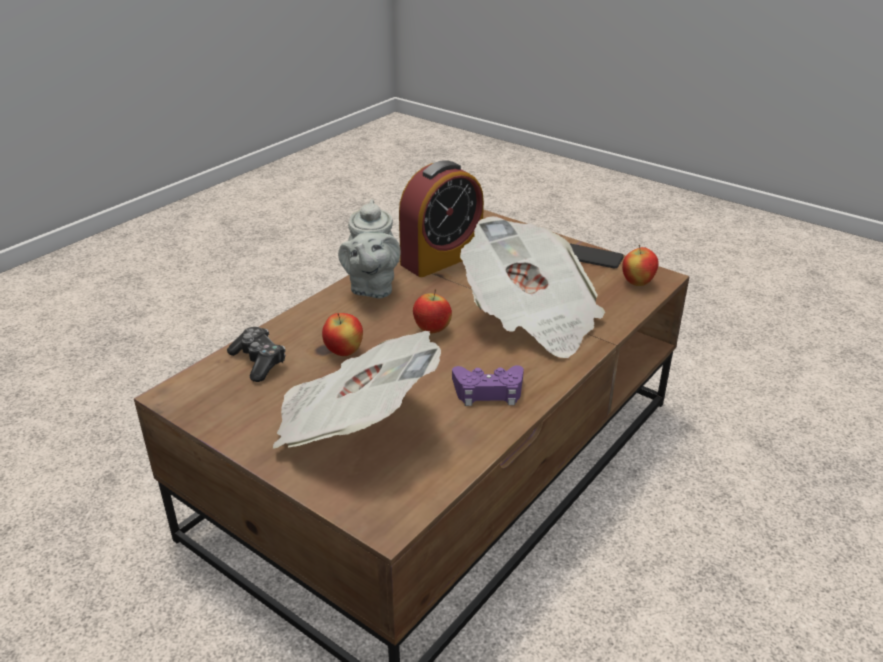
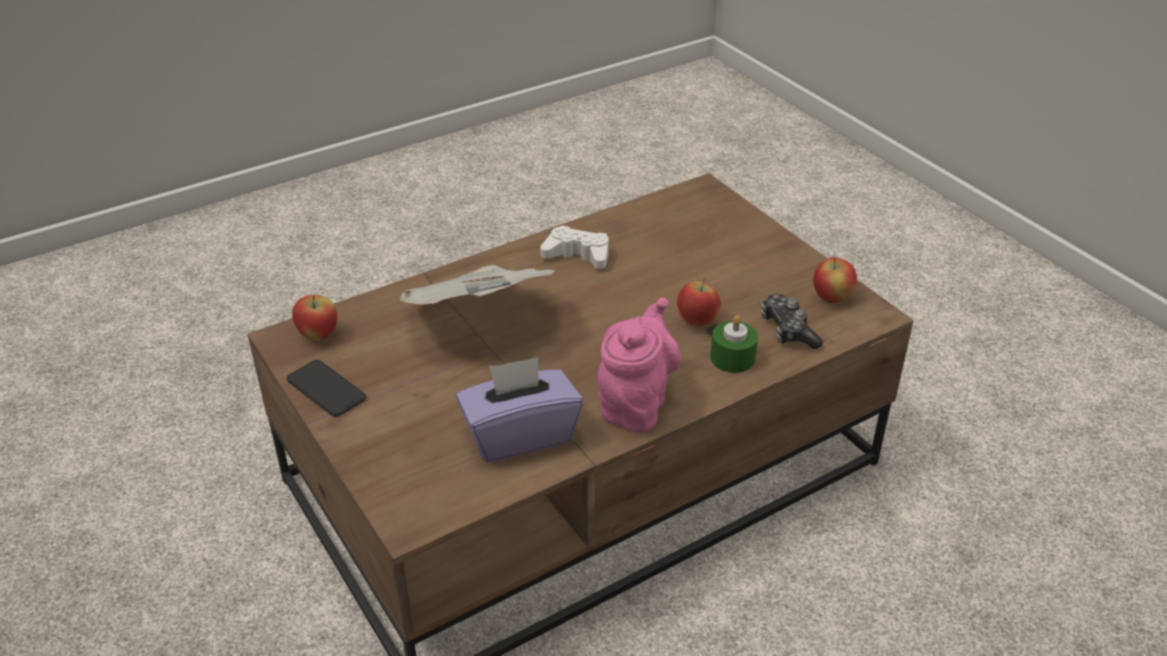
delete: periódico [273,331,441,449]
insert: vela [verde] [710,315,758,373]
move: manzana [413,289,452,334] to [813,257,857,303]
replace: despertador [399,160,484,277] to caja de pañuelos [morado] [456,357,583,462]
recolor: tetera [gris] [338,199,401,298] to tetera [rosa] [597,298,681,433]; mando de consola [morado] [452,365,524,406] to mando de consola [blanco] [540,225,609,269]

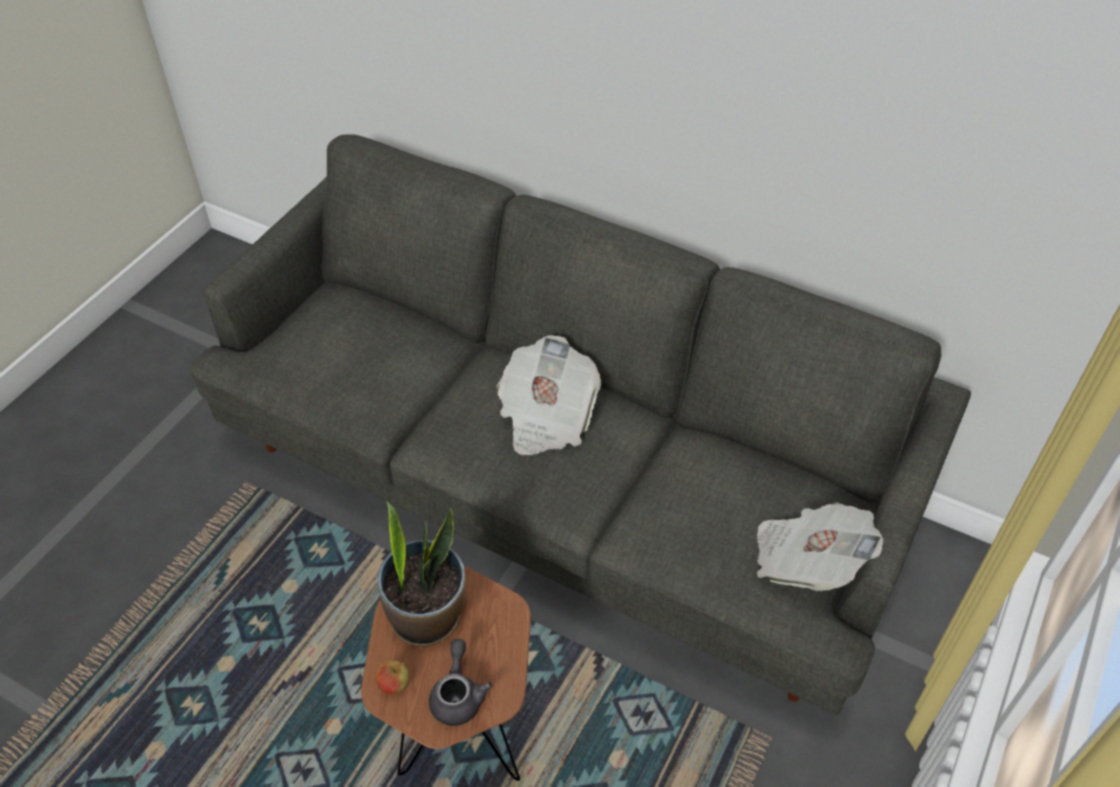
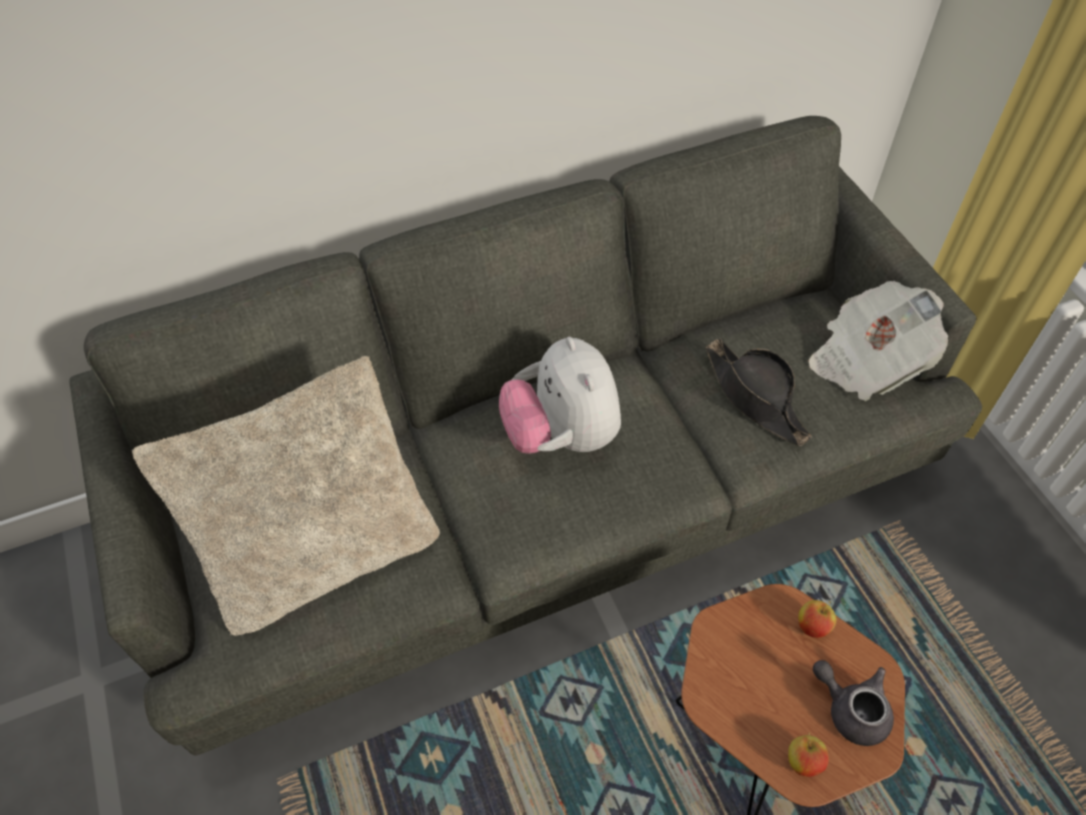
delete: planta en maceta [378,501,465,647]
insert: cojín [beis] [132,355,440,636]; sombrero [negro] [706,339,812,446]; manzana [798,600,836,638]
replace: periódico [497,335,601,455] to peluche [499,337,621,454]

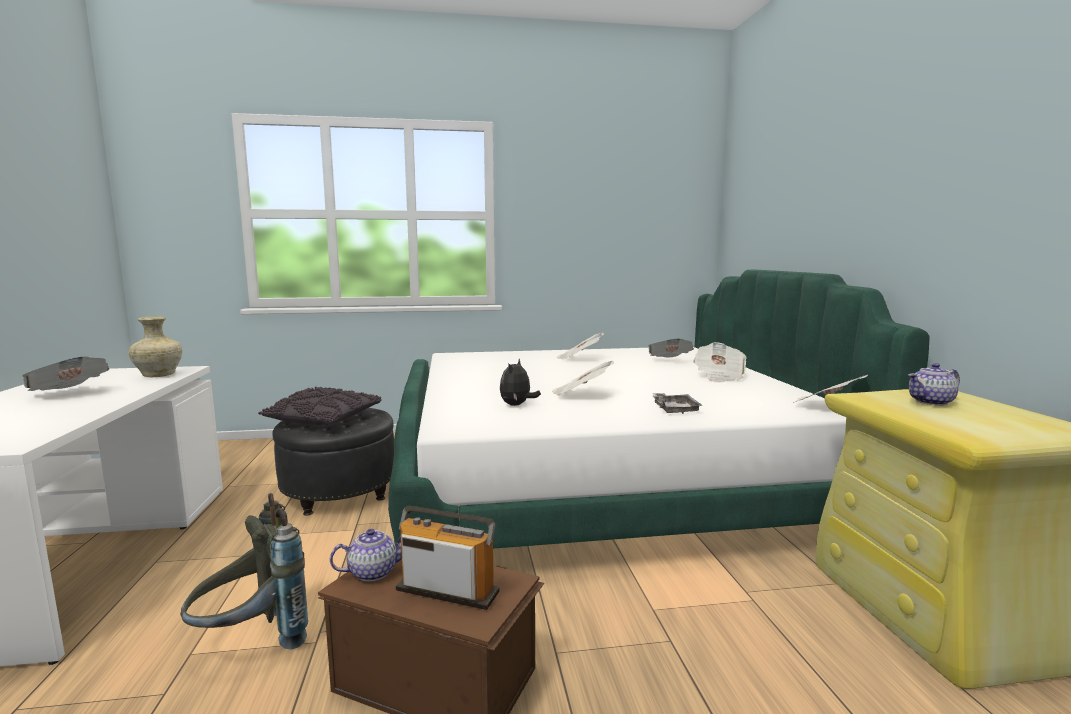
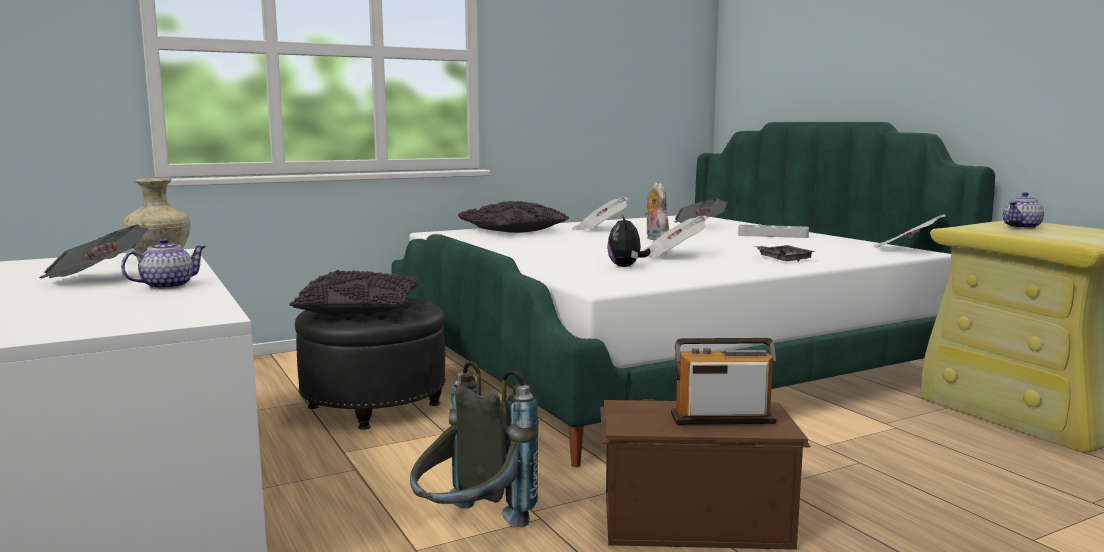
insert: cojín [negro] [458,201,569,233]; peluche [644,183,669,240]
move: tetera [330,529,402,582] to [121,238,207,289]
replace: periódico [693,342,747,383] to bandeja [gris] [738,225,809,238]

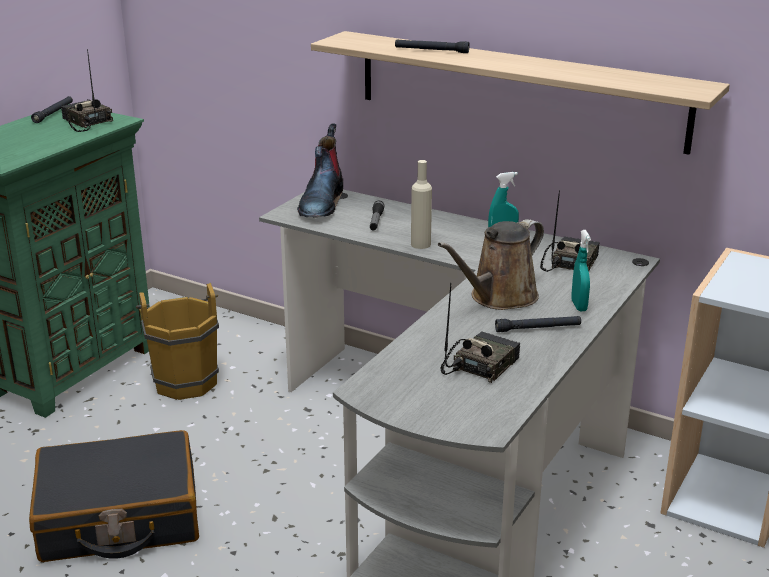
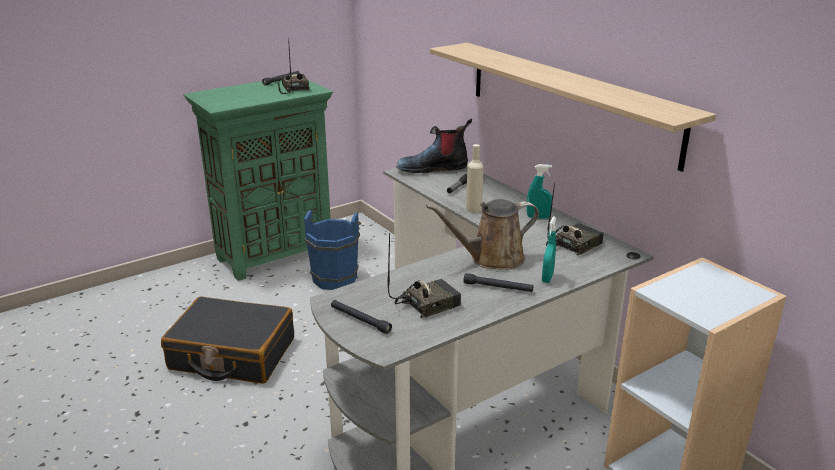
move: linterna [negro] [395,39,470,53] to [331,300,392,334]
recolor: cubo [marrón] [136,283,219,400] to cubo [azul] [304,210,361,290]
rotate: bota [297,124,343,218] = [396,119,472,173] 45 degrees clockwise

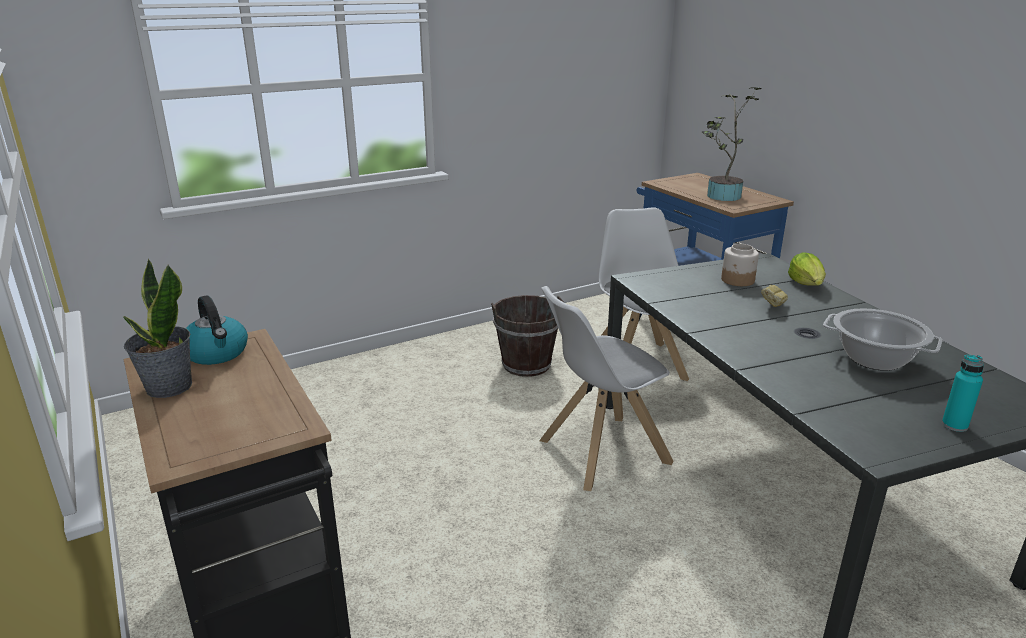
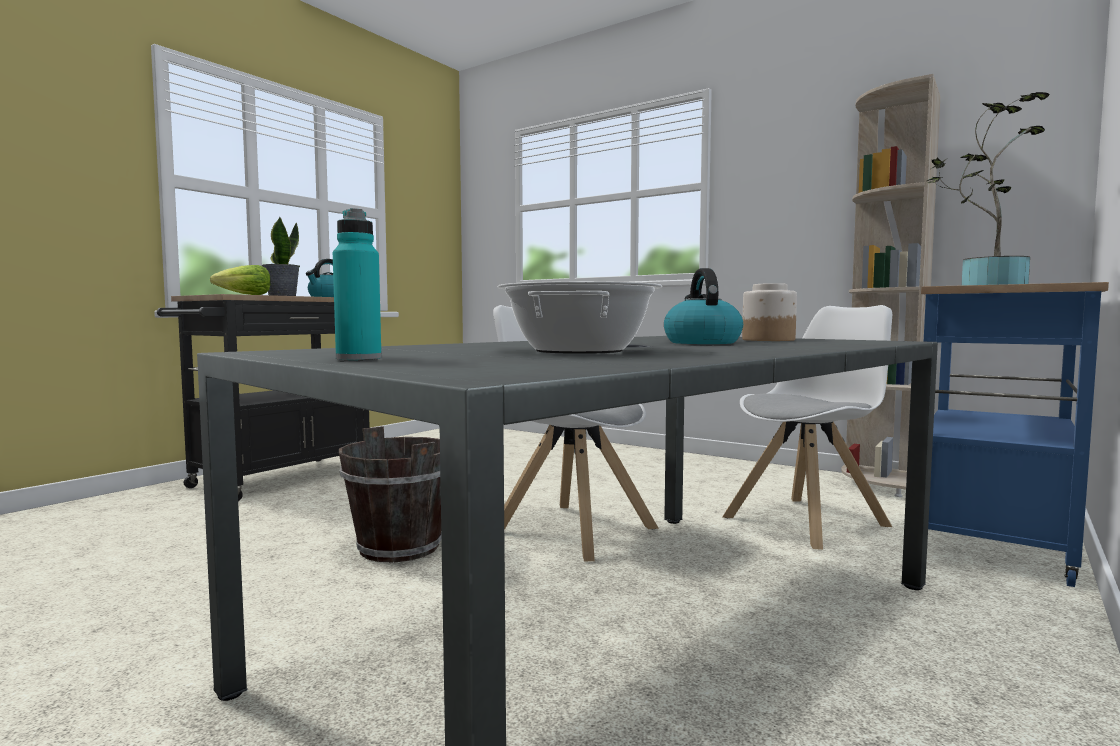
insert: estantería [beis] [841,74,940,497]
move: cubo [marrón] [491,295,563,377] to [339,426,441,562]; lechuga [788,252,826,286] to [210,265,271,295]
replace: pan [761,285,788,307] to hervidor [664,268,743,344]

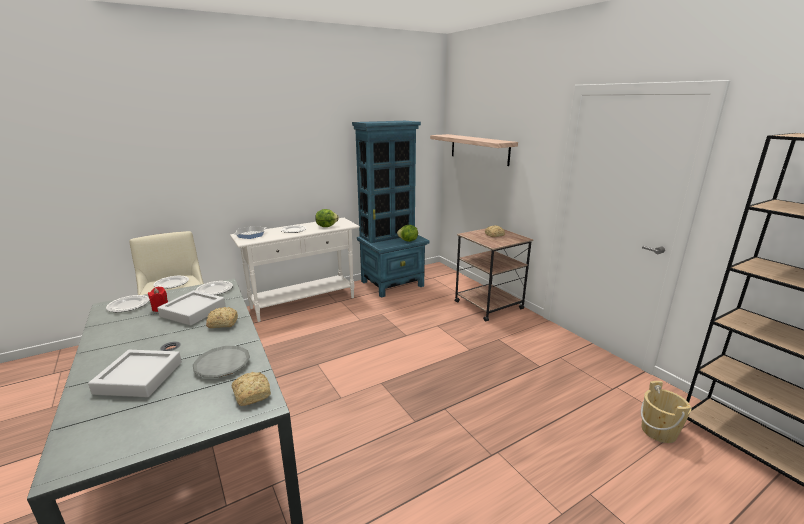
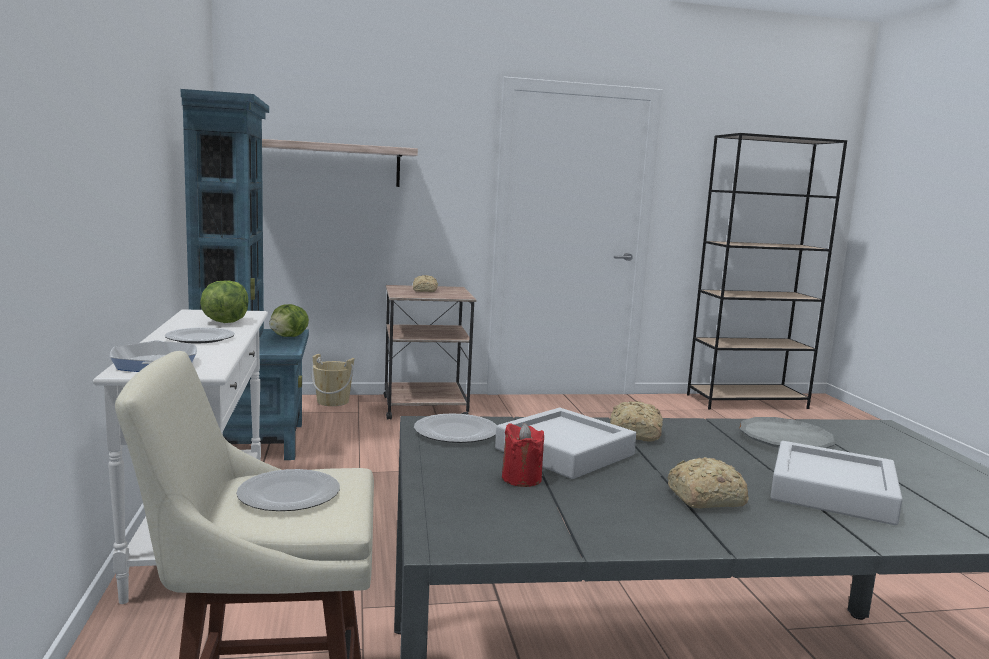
delete: plato [106,295,150,312]
move: pan [232,372,271,406] to [668,457,749,508]; cubo [beis] [641,381,691,443] to [312,354,355,406]

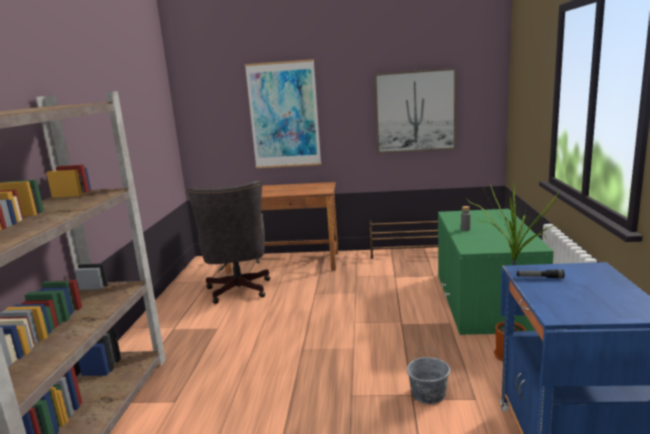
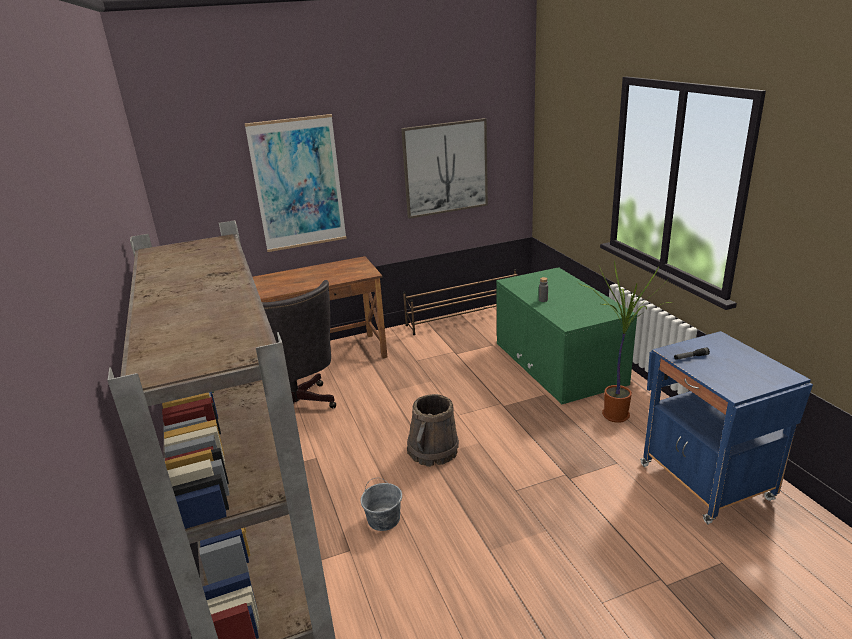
insert: cubo [marrón] [407,394,459,467]
move: cubo [gris] [407,347,450,404] to [361,478,402,531]

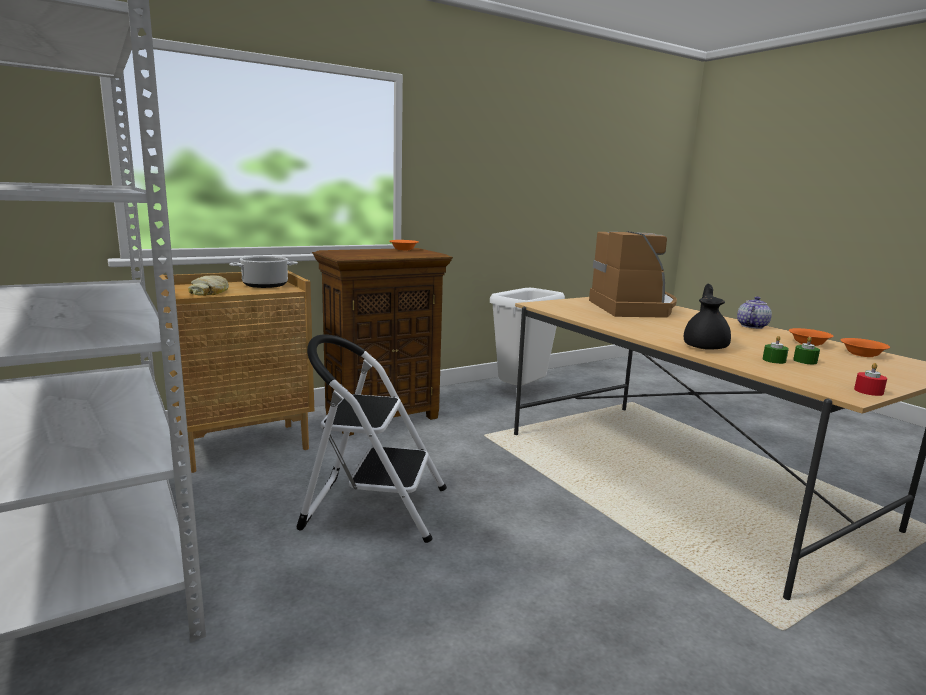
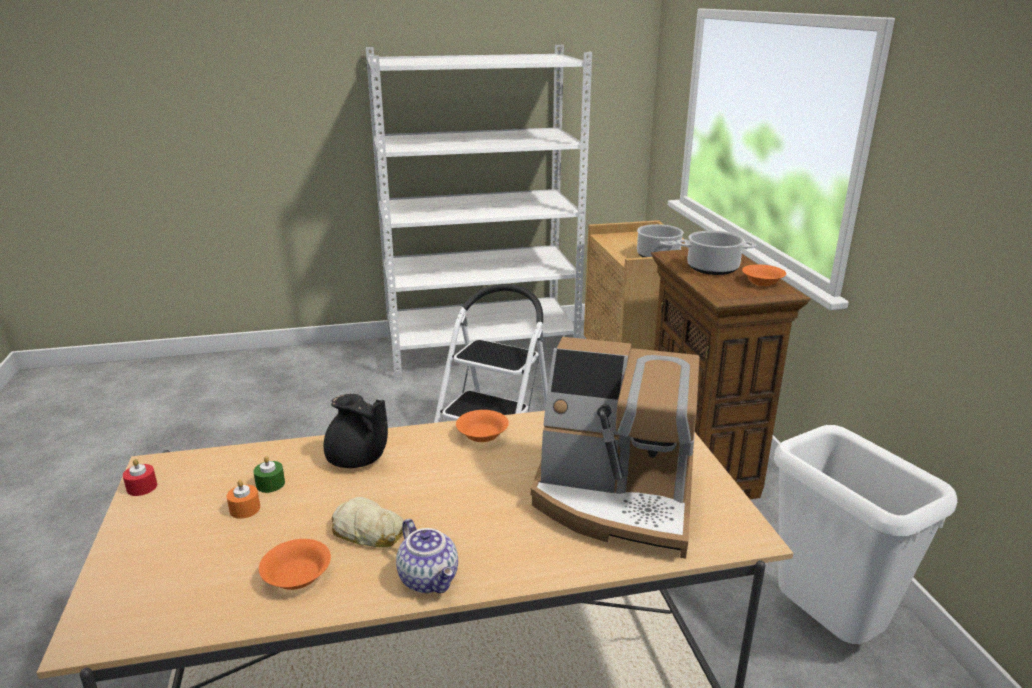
insert: olla [676,231,756,275]
move: pan [188,276,229,296] to [332,497,404,547]; cuenco [naranja] [841,338,890,357] to [456,410,509,442]
recolor: vela [verde] [793,337,820,364] to vela [naranja] [227,480,260,519]

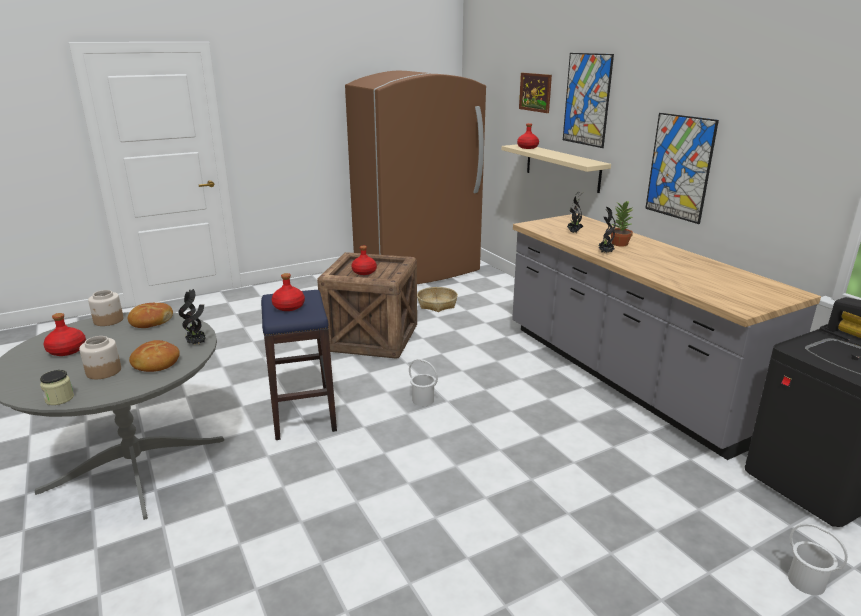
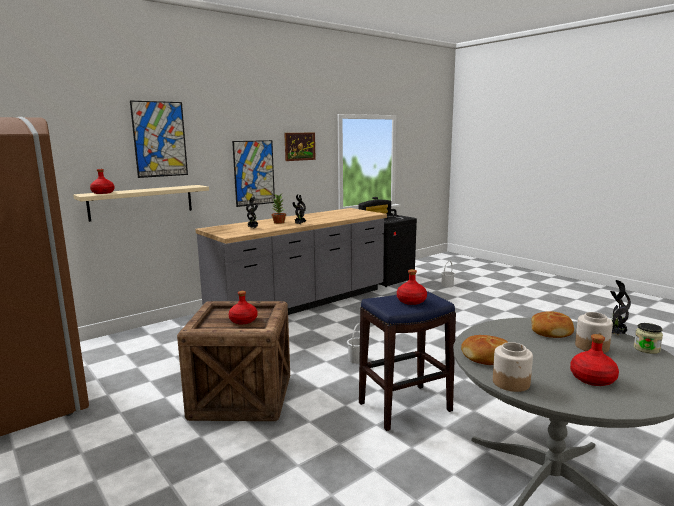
delete: cesta [417,287,458,312]
move: planta en maceta [178,289,206,345] to [610,280,631,335]; cuadro [519,73,552,113] to [284,133,316,161]

